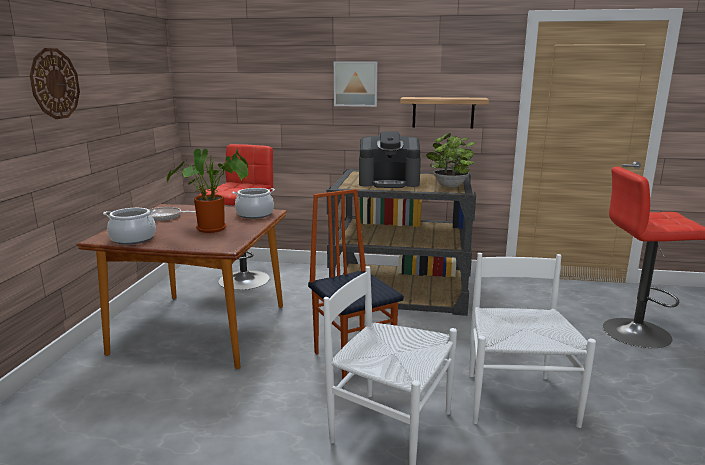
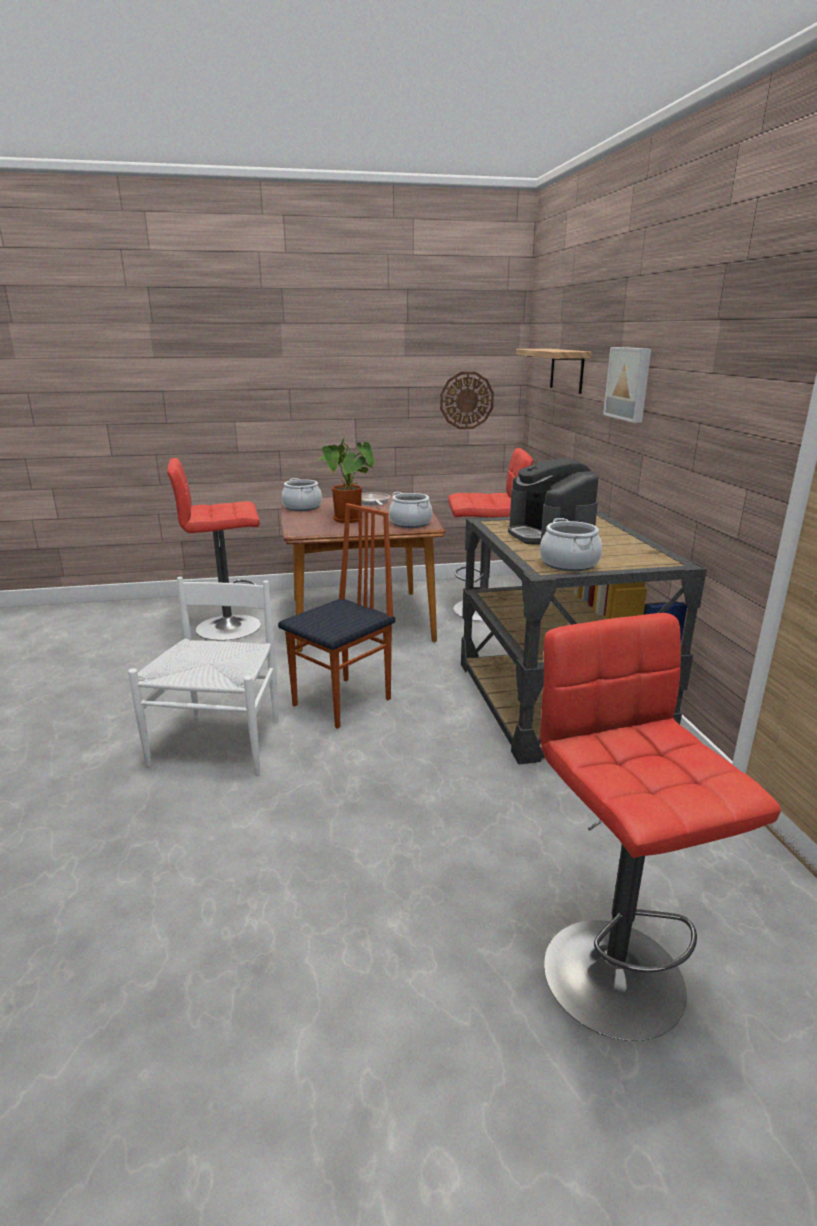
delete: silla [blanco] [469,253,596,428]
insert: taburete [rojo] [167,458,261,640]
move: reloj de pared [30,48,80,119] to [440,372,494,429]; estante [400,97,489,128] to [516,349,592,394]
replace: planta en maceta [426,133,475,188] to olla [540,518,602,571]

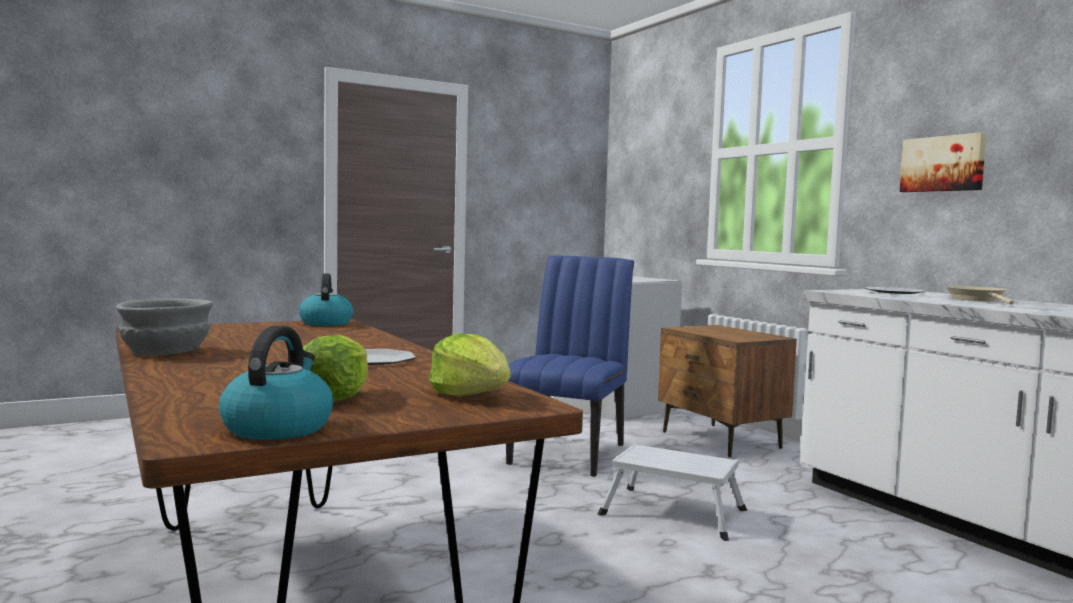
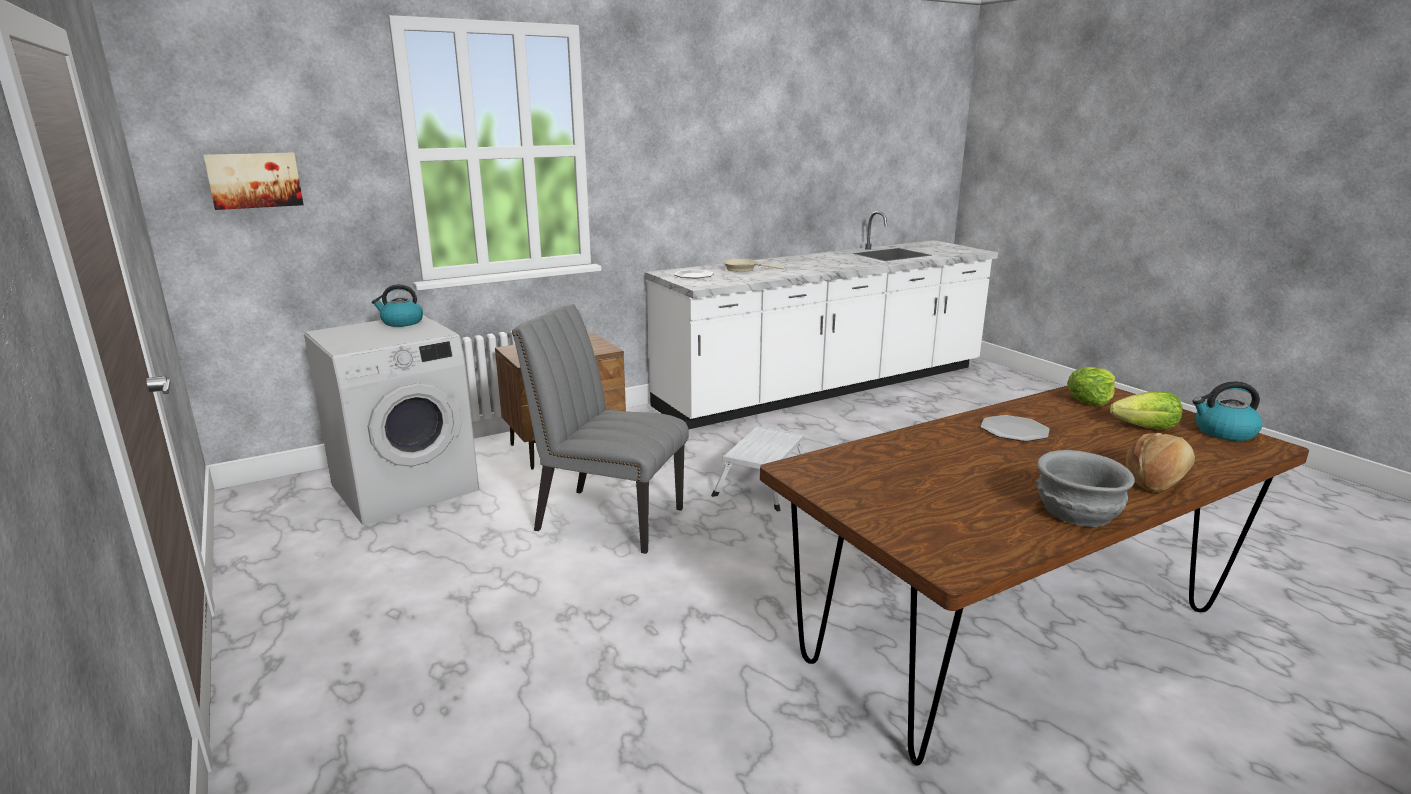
insert: pan [1126,433,1195,492]
move: hervidor [299,273,353,326] to [372,284,423,327]; cuadro [900,132,987,192] to [203,152,304,210]
recolor: silla [azul] [506,256,634,477] to silla [gris] [512,304,689,554]

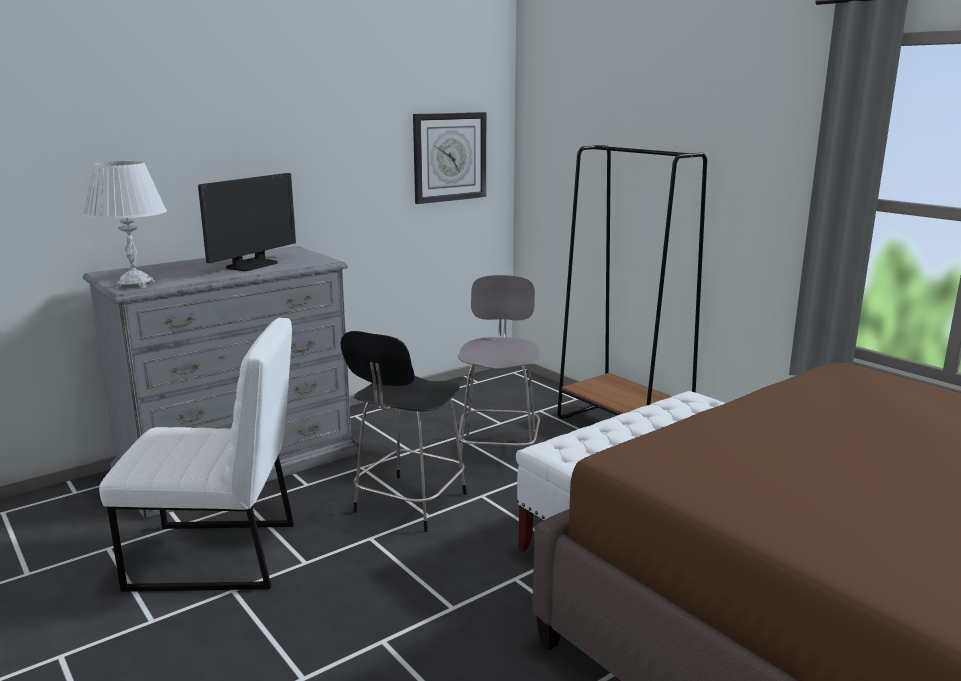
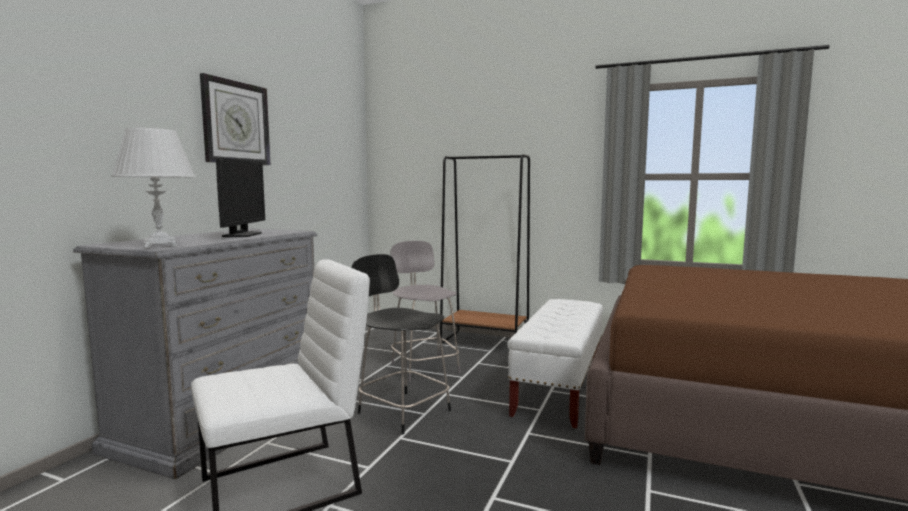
move: reloj de pared [413,112,486,204] to [200,73,270,165]
rotate: silla [negro] [341,331,467,532] = [352,254,451,434] 135 degrees clockwise

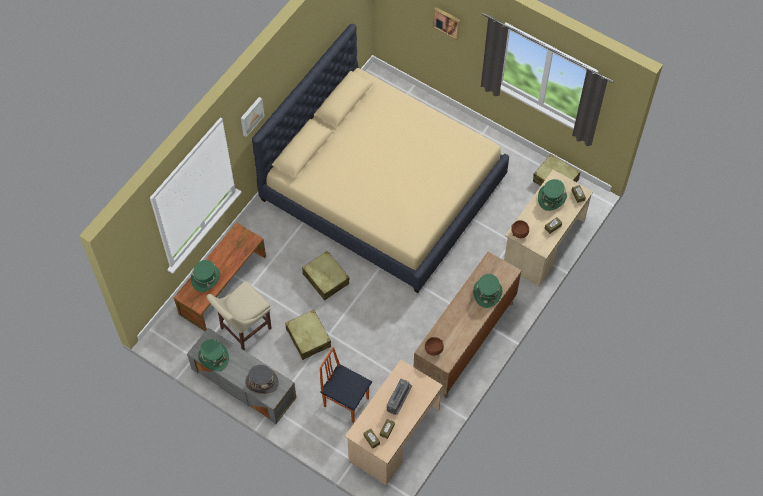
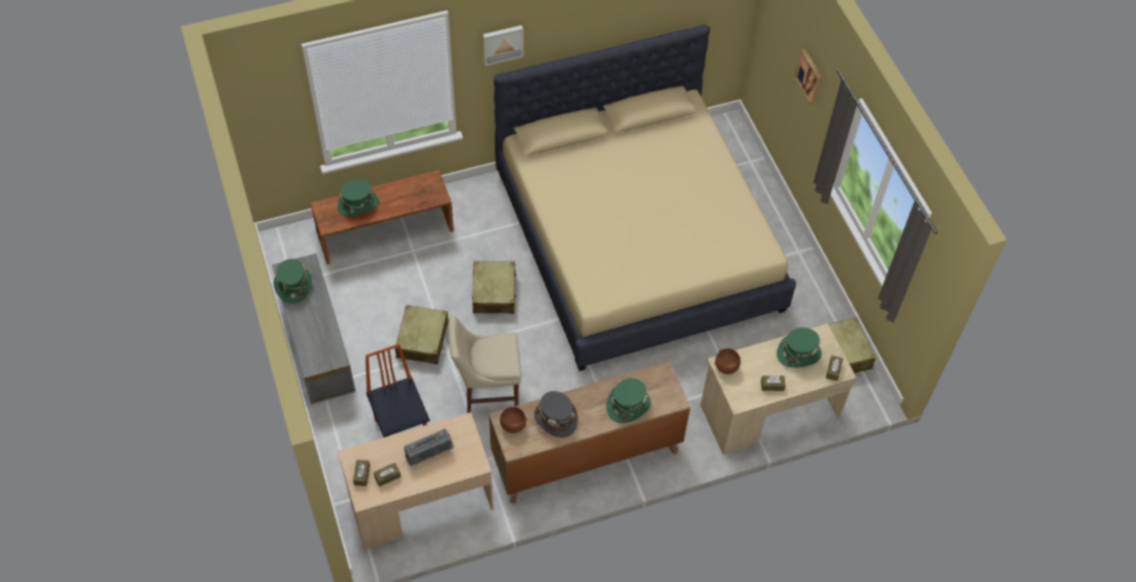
move: silla [beis] [207,281,272,350] to [448,315,521,413]; sombrero [gris] [245,365,279,394] to [534,391,578,438]

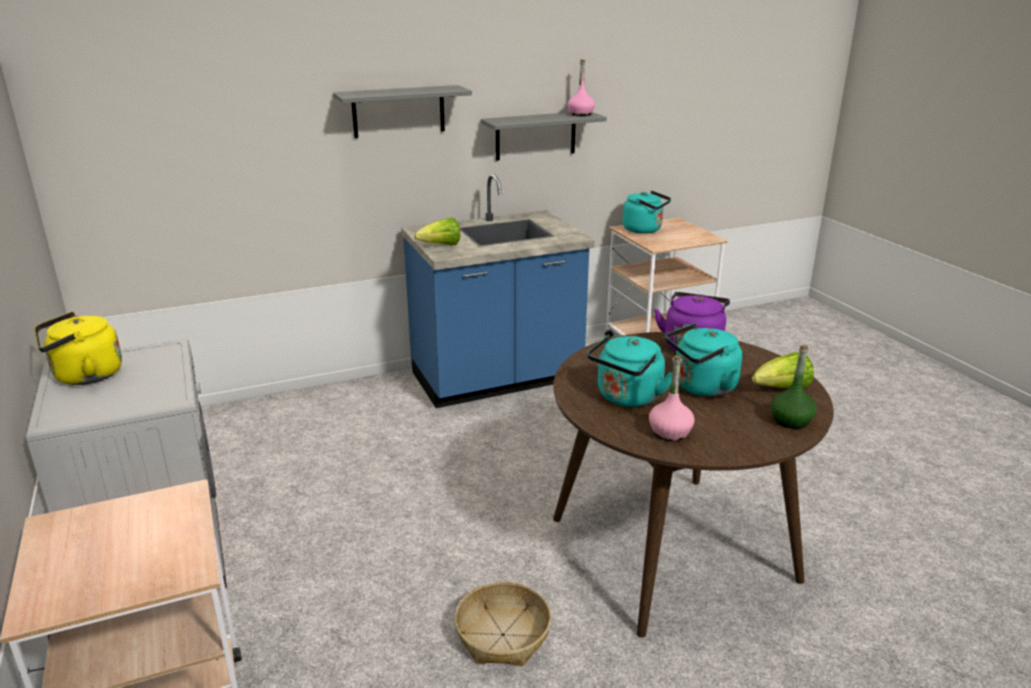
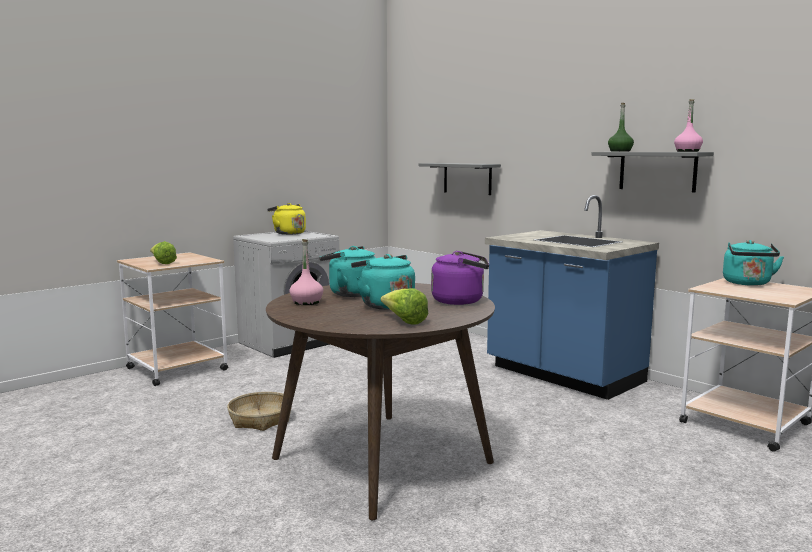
move: estante [gris] [333,85,472,138] to [419,163,501,195]; lechuga [414,217,460,245] to [150,241,177,264]; botella [verde] [771,345,817,429] to [608,103,634,152]

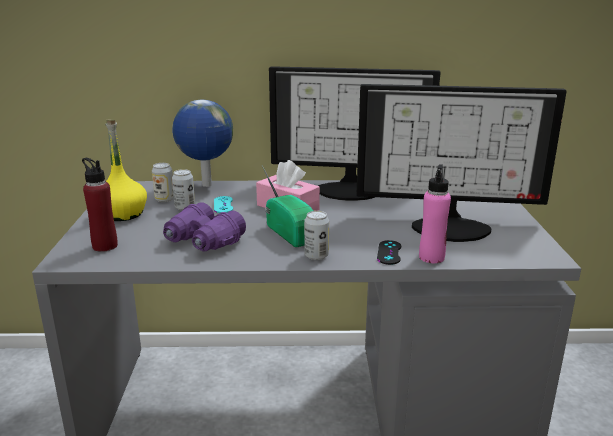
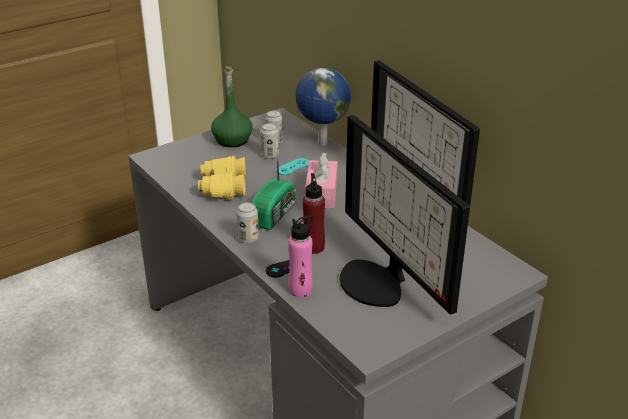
move: botella [rojo] [82,158,118,252] to [302,173,325,254]
recolor: botella [amarillo] [105,120,147,221] to botella [verde] [211,66,252,147]; prismáticos [morado] [163,202,246,252] to prismáticos [amarillo] [197,155,246,200]

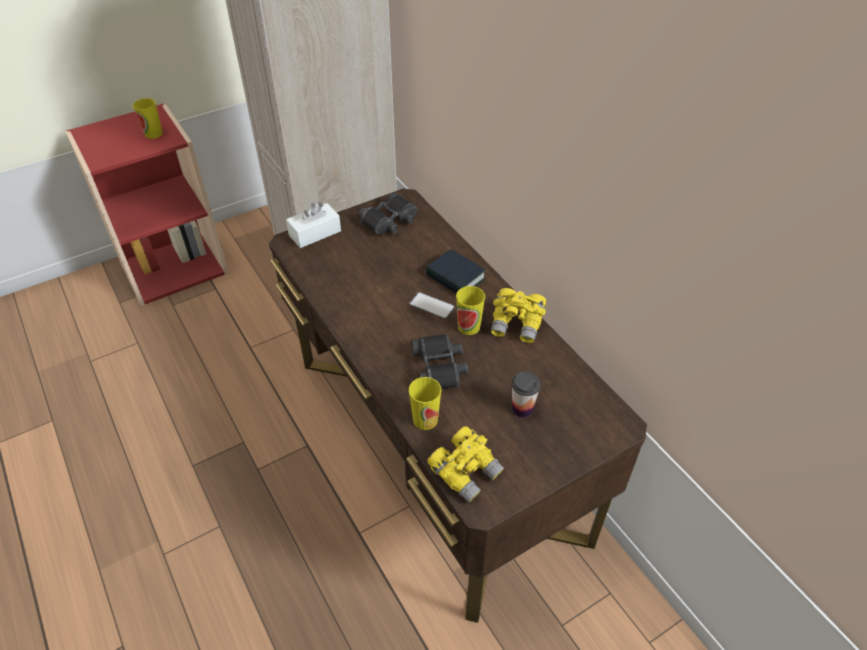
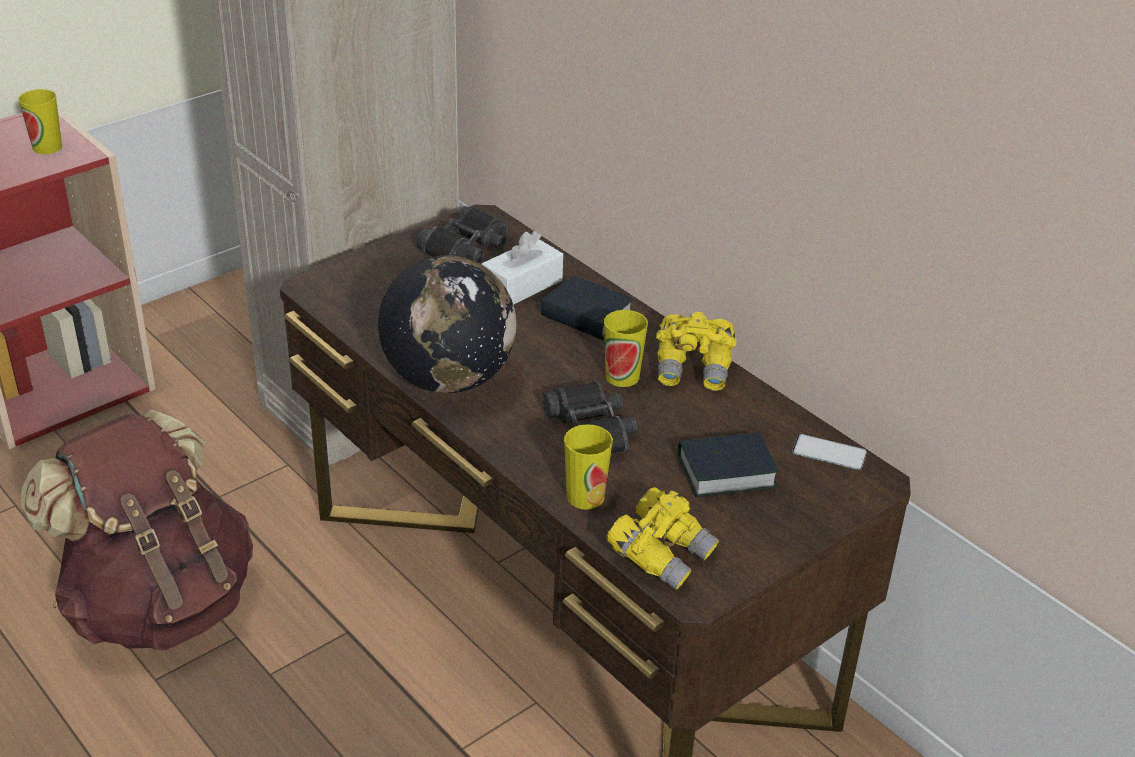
insert: mochila [marrón] [21,409,253,651]; globo terráqueo [378,255,516,393]
move: caja de pañuelos [blanco] [286,201,341,248] to [481,231,563,305]; móvil [409,292,454,318] to [792,434,867,470]
replace: taza [511,371,541,417] to libro [678,432,778,497]

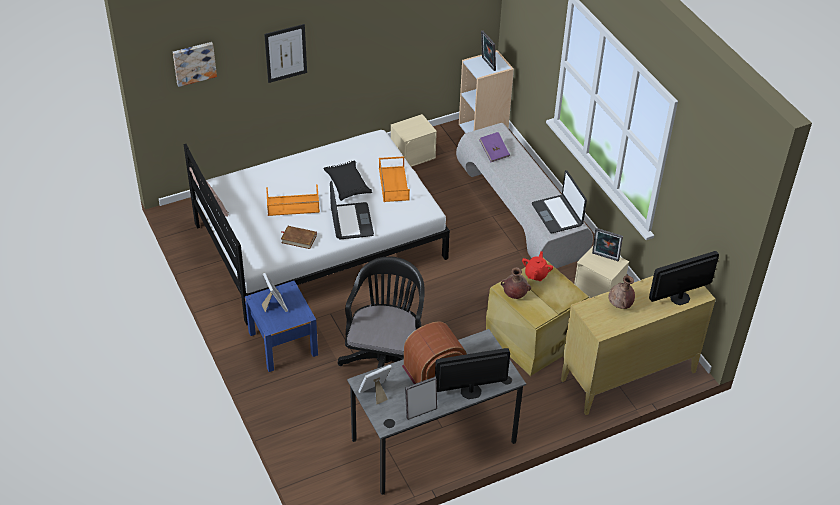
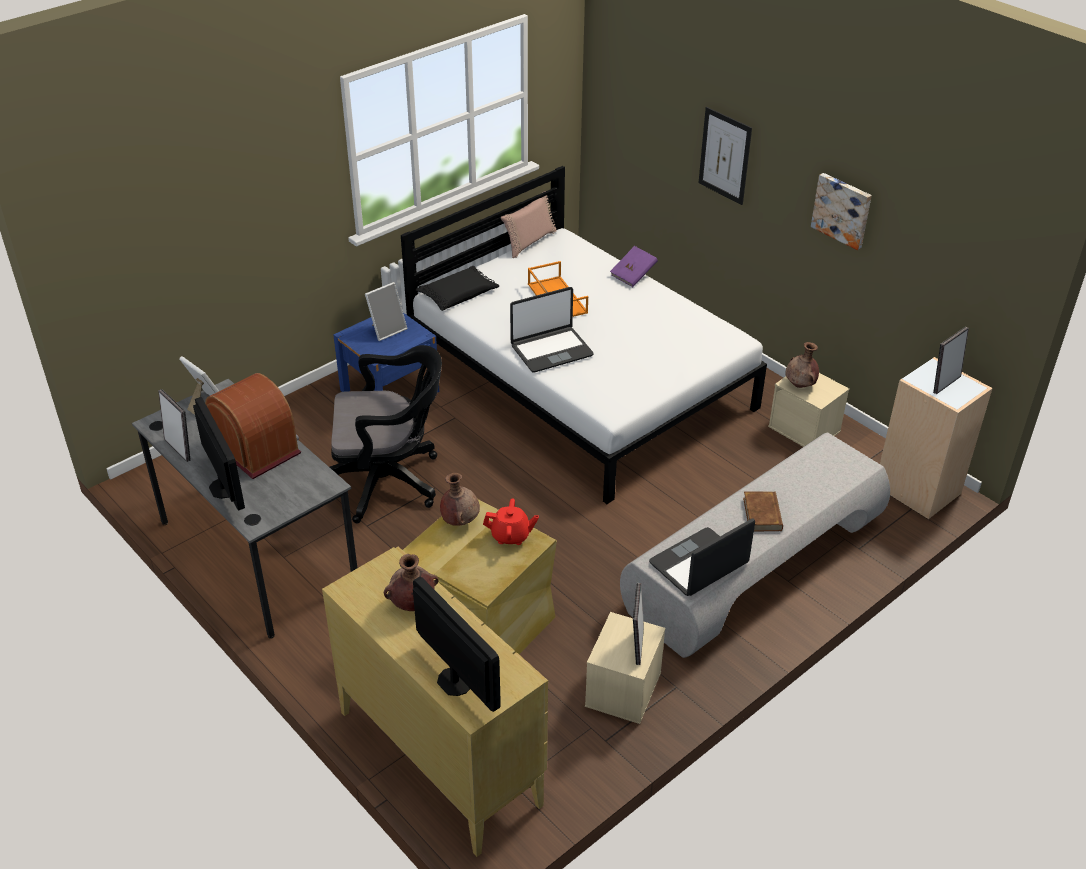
delete: bandeja [naranja] [379,156,410,202]
insert: florero [marrón] [785,342,819,388]
move: cuadro [173,42,217,87] to [811,173,872,250]; libro [marrón] [281,226,317,249] to [743,491,783,531]; cojín [negro] [324,161,372,201] to [416,266,499,311]; libro [morado] [479,132,510,162] to [610,246,658,287]

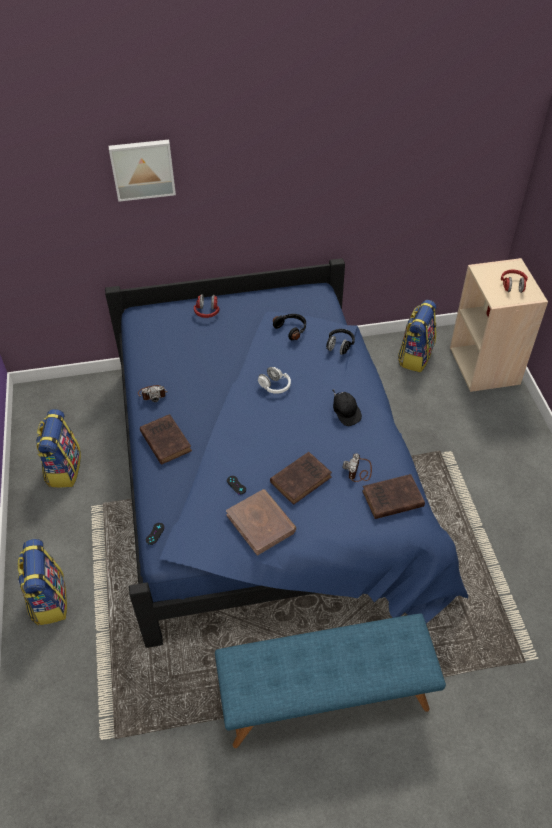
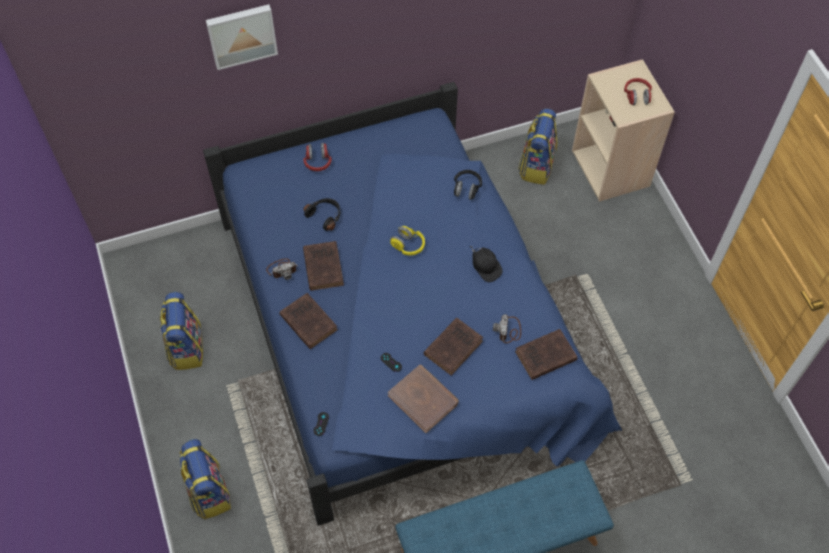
insert: libro [marrón] [303,241,344,291]
move: auriculares [negro] [273,314,306,340] to [304,198,340,231]
recolor: auriculares [blanco] [258,367,291,394] to auriculares [amarillo] [390,226,425,256]

